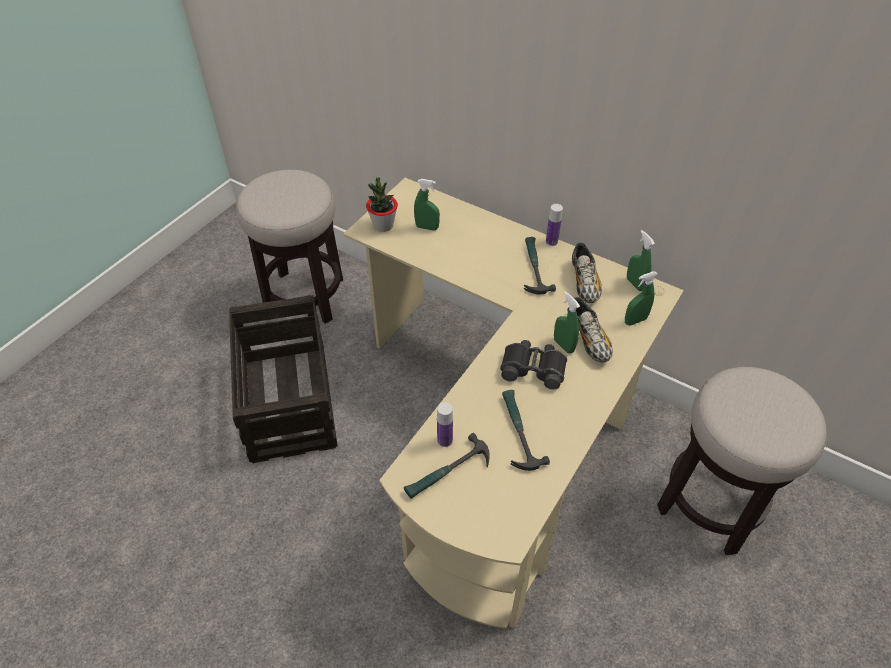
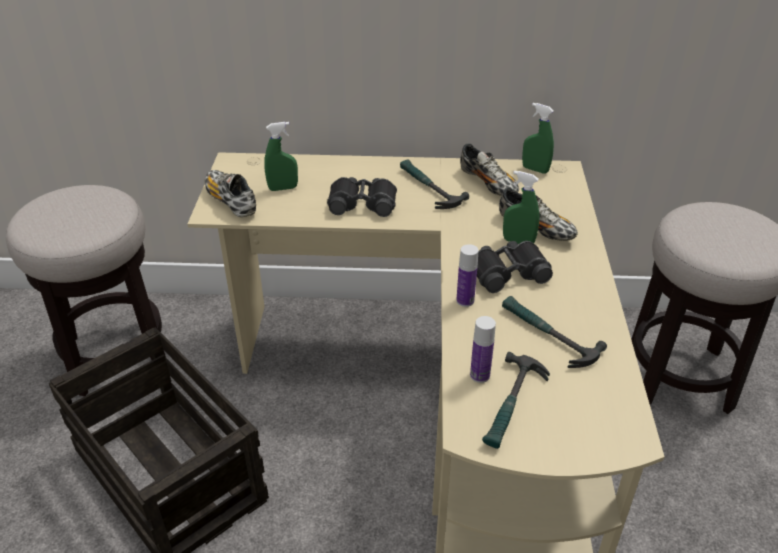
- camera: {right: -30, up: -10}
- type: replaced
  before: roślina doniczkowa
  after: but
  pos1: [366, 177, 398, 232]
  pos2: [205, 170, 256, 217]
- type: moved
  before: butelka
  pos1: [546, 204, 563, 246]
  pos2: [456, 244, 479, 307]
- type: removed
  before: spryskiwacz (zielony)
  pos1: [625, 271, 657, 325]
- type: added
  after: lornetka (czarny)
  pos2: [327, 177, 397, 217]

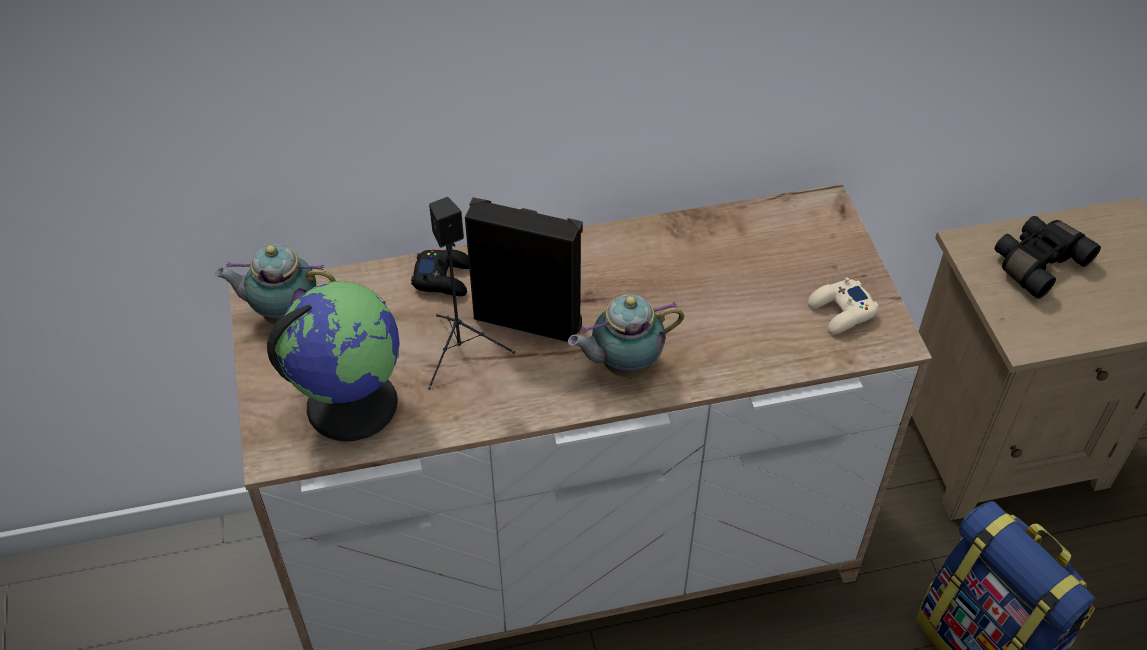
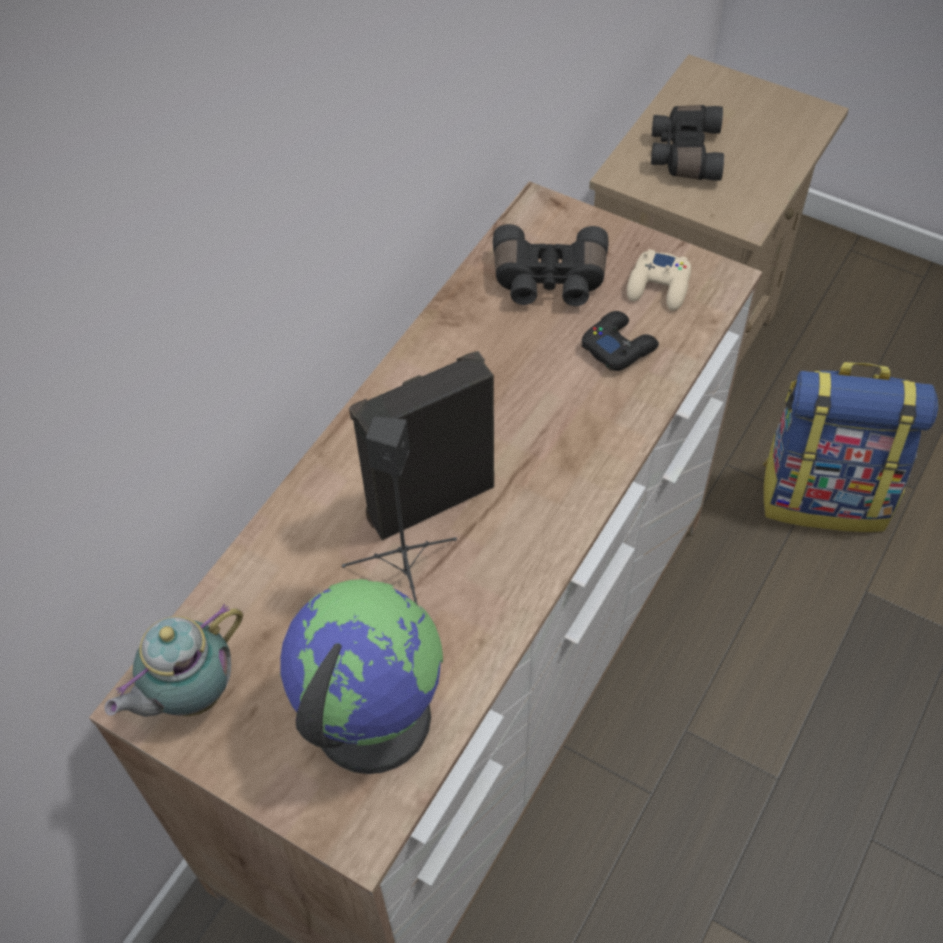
- camera: {right: -45, up: 5}
- type: moved
  before: pad do gier (czarny)
  pos1: [411, 249, 469, 296]
  pos2: [582, 311, 659, 371]
- type: removed
  before: imbryk
  pos1: [568, 294, 684, 377]
- type: added
  after: lornetka (czarny)
  pos2: [493, 224, 609, 306]

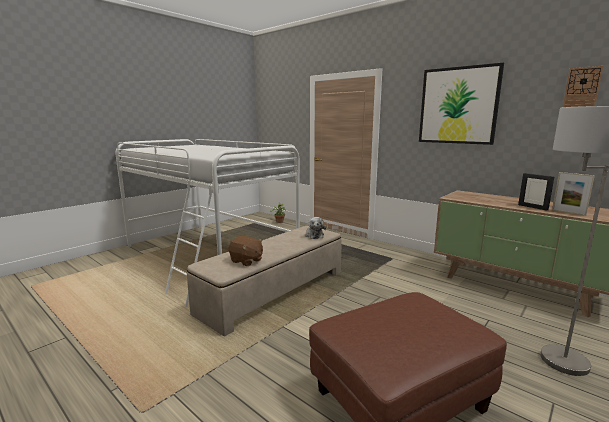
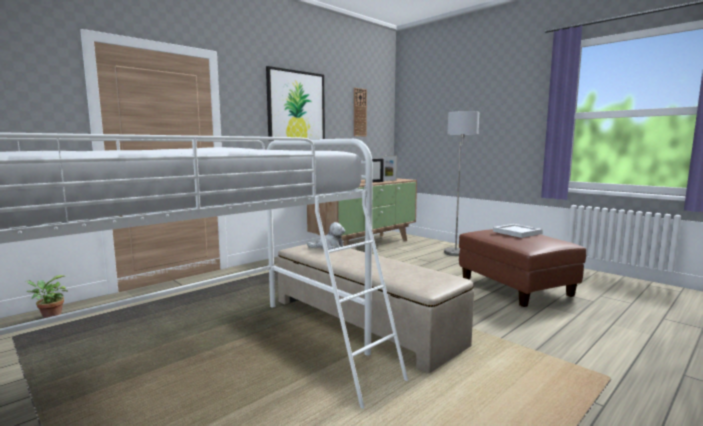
- camera: {right: -85, up: -5}
- type: removed
  before: pluszak (brązowy)
  pos1: [228, 236, 263, 266]
- type: added
  after: taca (biały)
  pos2: [493, 224, 543, 238]

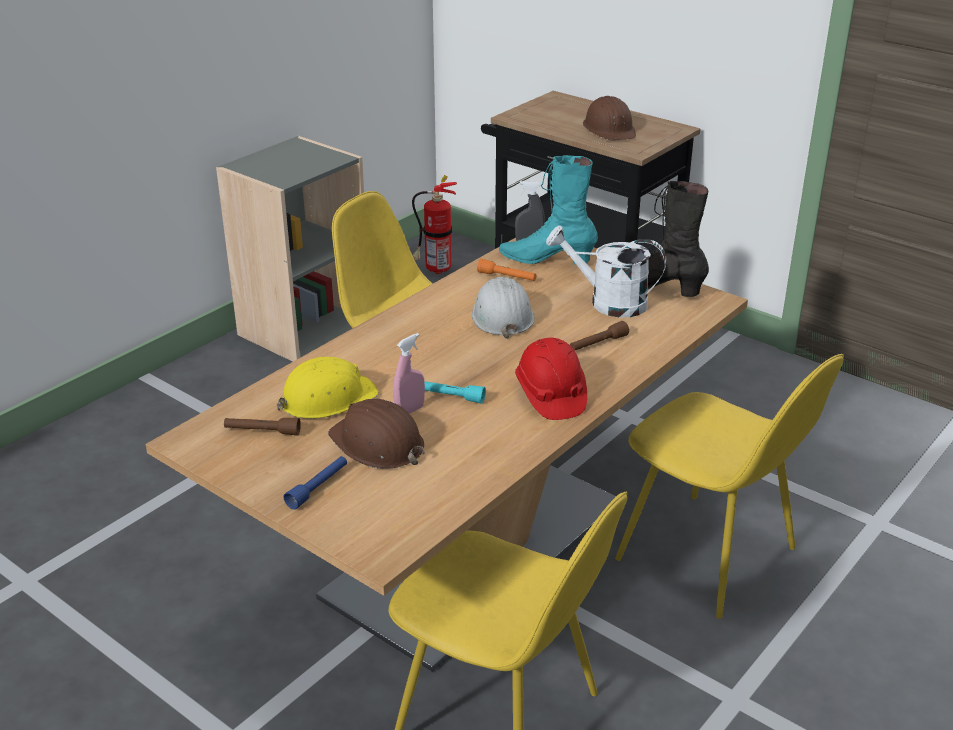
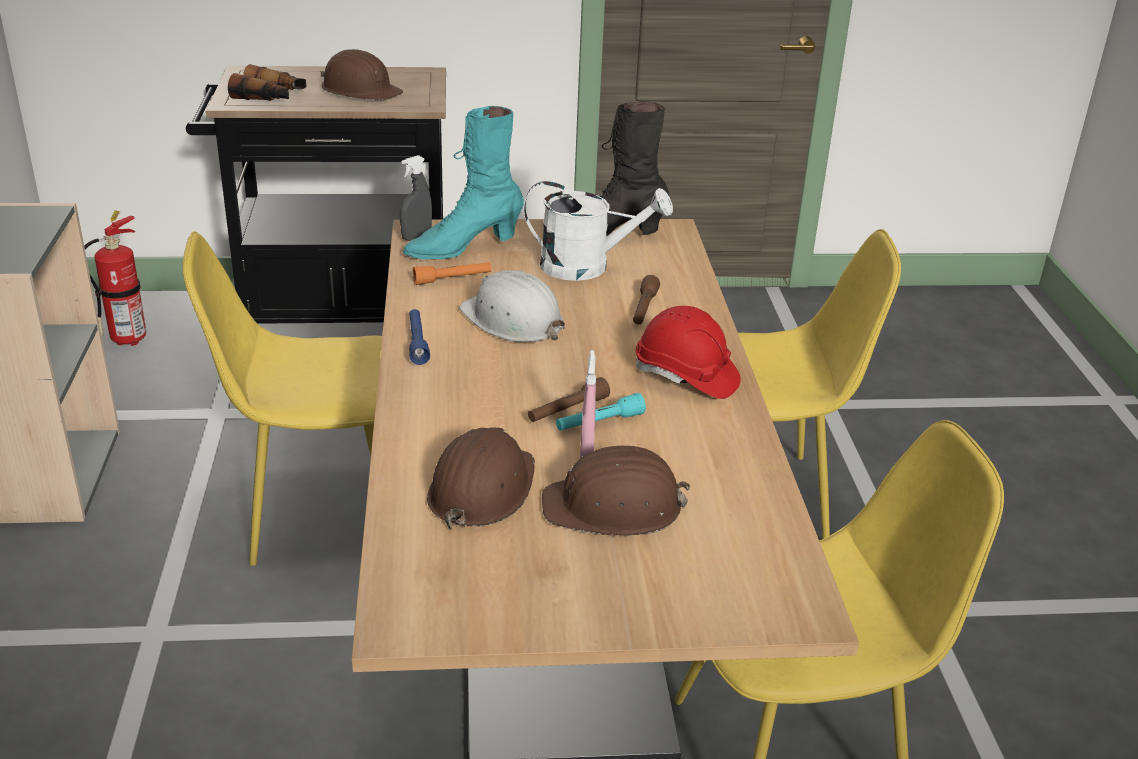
- camera: {right: -45, up: 0}
- type: moved
  before: latarka (brązowy)
  pos1: [224, 418, 301, 435]
  pos2: [528, 377, 610, 422]
- type: recoloured
  before: kask (żółty)
  after: kask (brązowy)
  pos1: [277, 357, 379, 419]
  pos2: [427, 427, 535, 530]
- type: moved
  before: latarka (niebieski)
  pos1: [283, 456, 347, 510]
  pos2: [409, 309, 430, 365]
- type: turned
  before: konewka (biały)
  pos1: [546, 226, 666, 317]
  pos2: [524, 181, 673, 281]
  turn: -150
- type: added
  after: lornetka
  pos2: [228, 64, 306, 101]

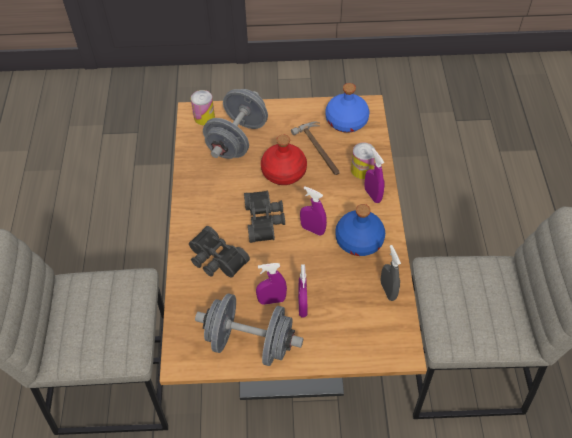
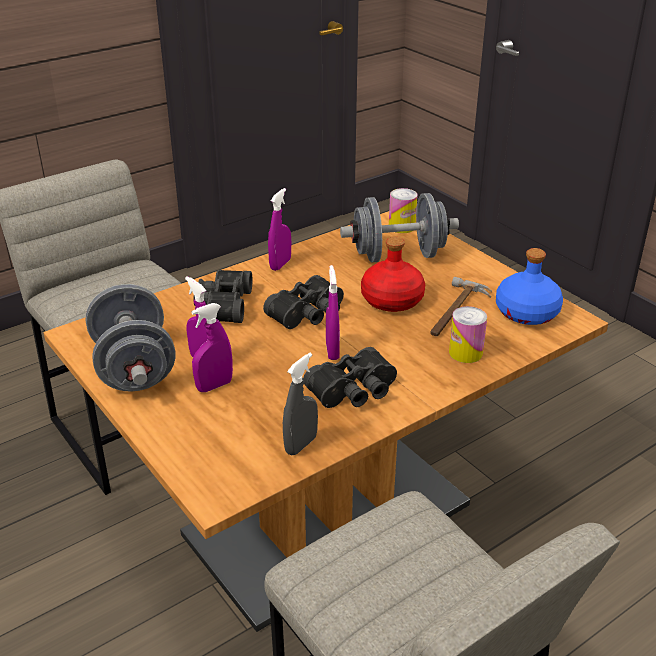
- camera: {right: 55, up: -20}
- type: replaced
  before: butelka (niebieski)
  after: lornetka (czarny)
  pos1: [335, 204, 385, 256]
  pos2: [304, 347, 397, 408]
- type: moved
  before: spryskiwacz (fioletowy)
  pos1: [364, 148, 384, 203]
  pos2: [268, 188, 291, 271]

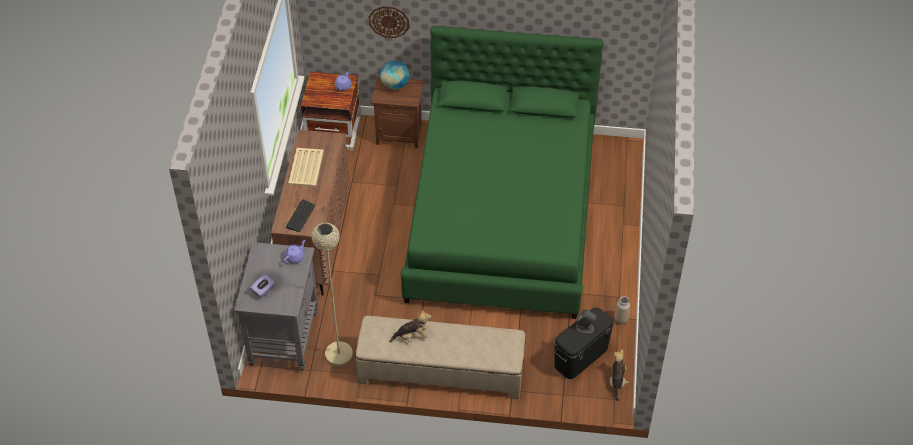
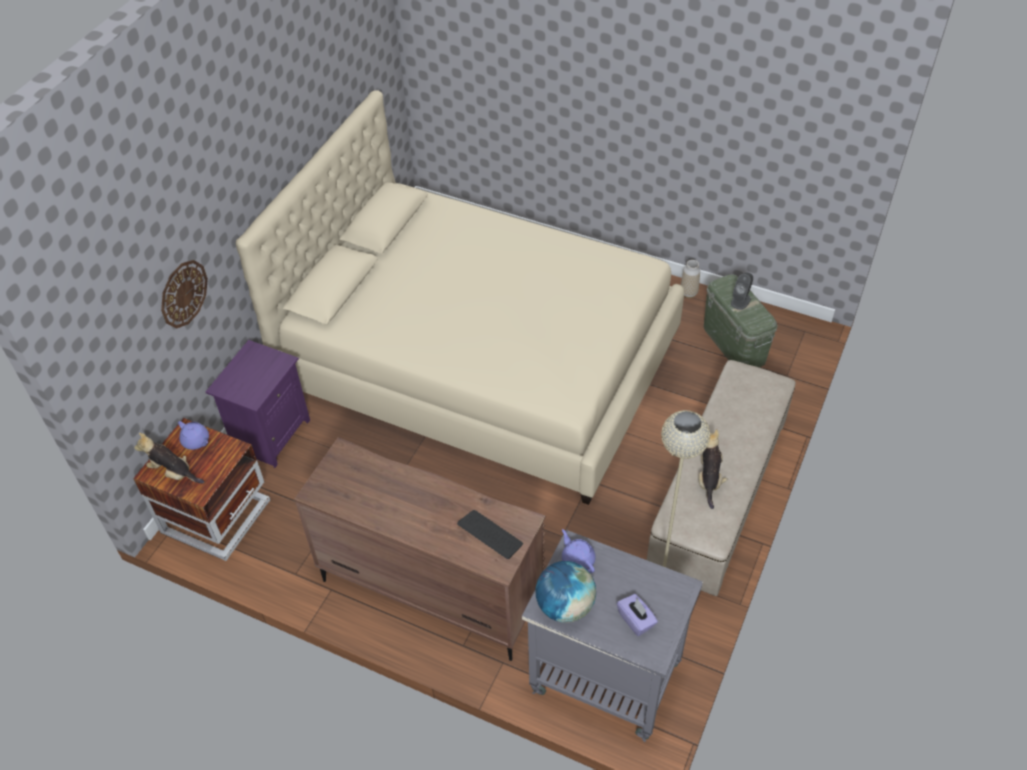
- camera: {right: -70, up: 0}
- type: removed
  before: taca (beżowy)
  pos1: [288, 148, 324, 187]
- type: recoloured
  before: szafka nocna (brązowy)
  after: szafka nocna (fioletowy)
  pos1: [371, 76, 424, 148]
  pos2: [206, 340, 310, 468]
- type: moved
  before: globus
  pos1: [380, 60, 410, 90]
  pos2: [535, 561, 596, 623]
- type: recoloured
  before: łóżko (zielony)
  after: łóżko (beżowy)
  pos1: [401, 25, 603, 319]
  pos2: [236, 90, 684, 505]
- type: recoloured
  before: pojemnik do przechowywania (czarny)
  after: pojemnik do przechowywania (zielony)
  pos1: [554, 308, 613, 379]
  pos2: [703, 274, 778, 368]
- type: moved
  before: pluszak
  pos1: [610, 349, 629, 401]
  pos2: [134, 433, 204, 483]

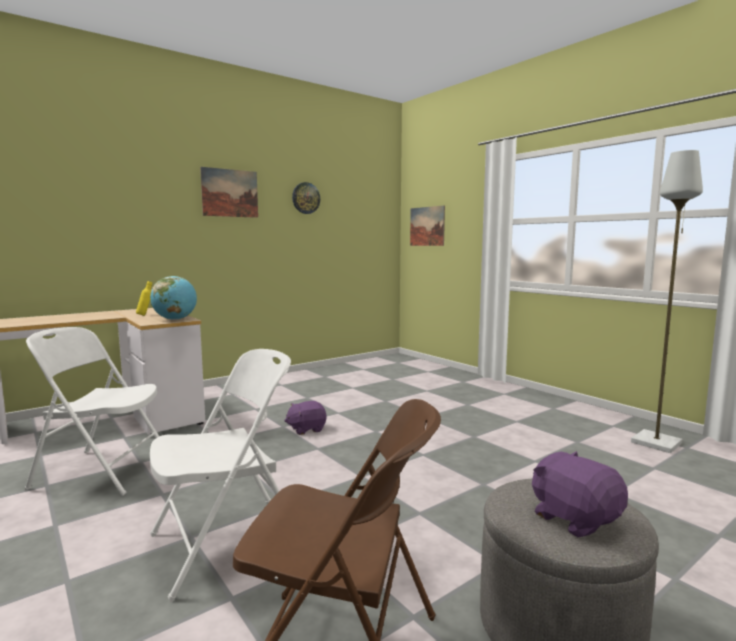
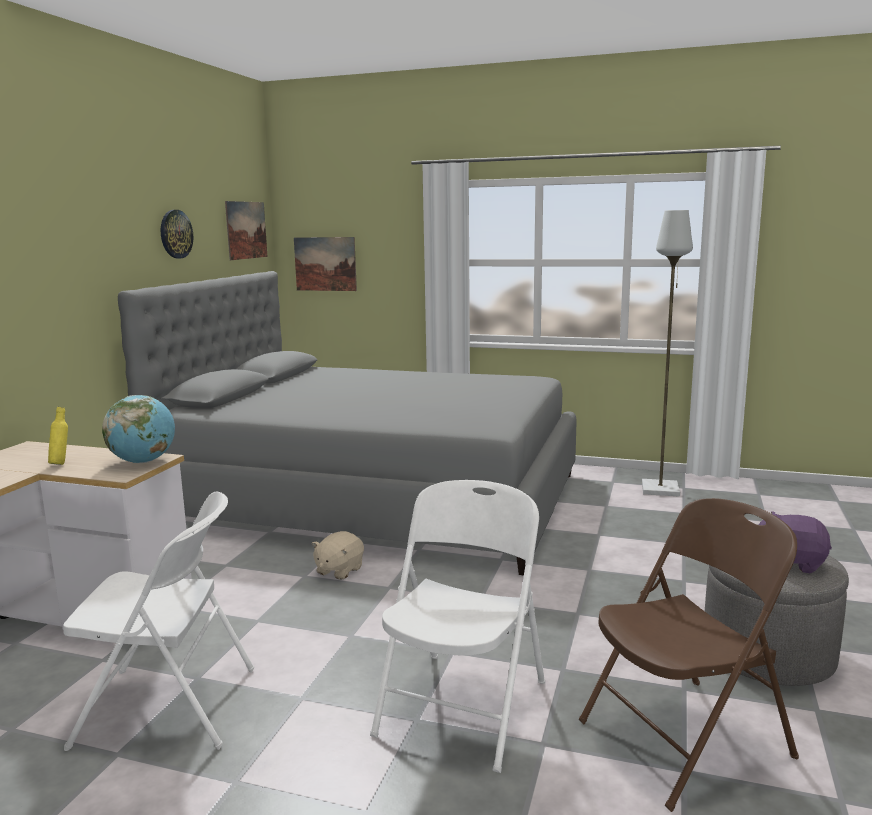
- camera: {right: -35, up: 5}
- type: turned
  before: krzesło (biały)
  pos1: [25, 327, 159, 496]
  pos2: [63, 491, 254, 751]
  turn: -150
- type: moved
  before: obraz
  pos1: [200, 167, 258, 218]
  pos2: [225, 201, 268, 260]
- type: recoloured
  before: pluszak (fioletowy)
  after: pluszak (beżowy)
  pos1: [284, 401, 327, 435]
  pos2: [312, 531, 364, 580]
- type: added
  after: łóżko (szary)
  pos2: [118, 271, 576, 575]

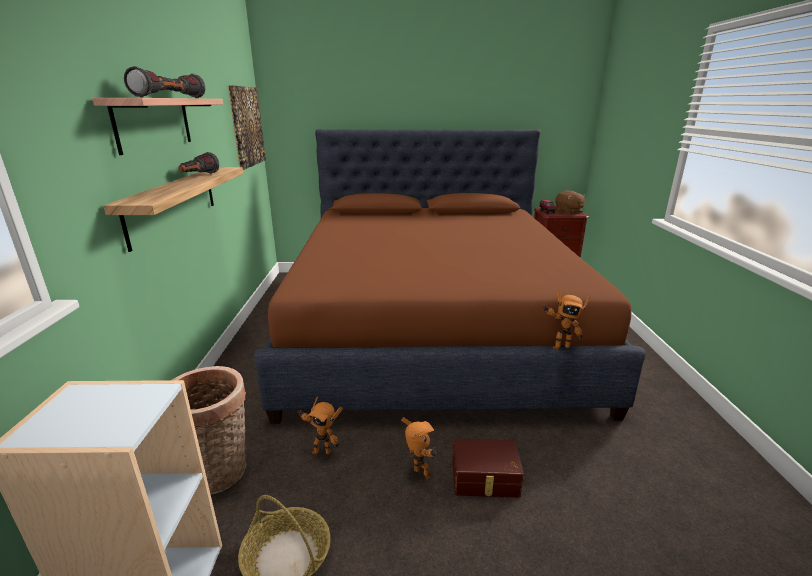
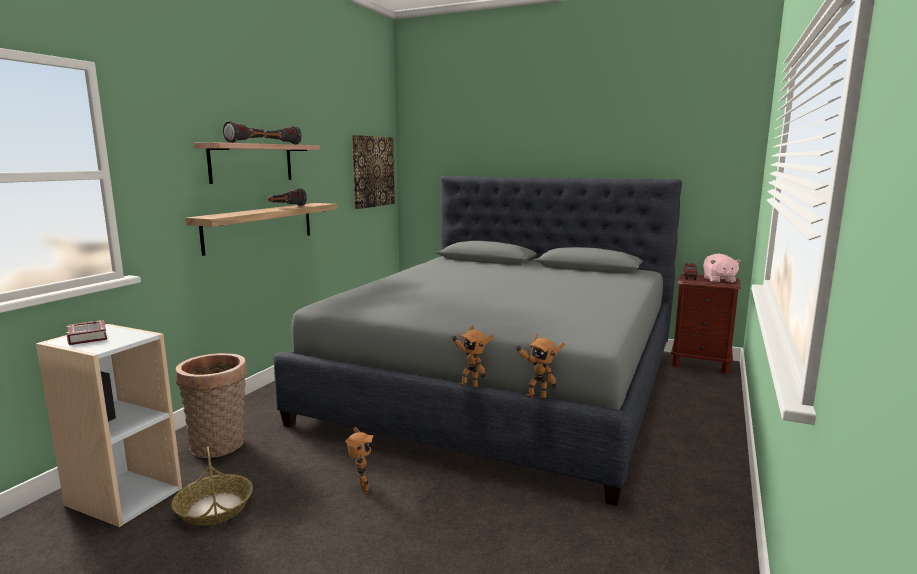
- camera: {right: 25, up: -10}
- type: recoloured
  before: łóżko (brązowy)
  after: łóżko (szary)
  pos1: [254, 129, 646, 424]
  pos2: [273, 176, 682, 506]
- type: moved
  before: robot zabawkowy
  pos1: [296, 396, 343, 455]
  pos2: [453, 325, 494, 388]
- type: removed
  before: pojemnik do przechowywania (brązowy)
  pos1: [452, 439, 524, 498]
- type: recoloured
  before: pluszak (brązowy)
  after: pluszak (różowy)
  pos1: [555, 190, 586, 214]
  pos2: [703, 254, 741, 283]
- type: added
  after: książka
  pos2: [66, 320, 107, 345]

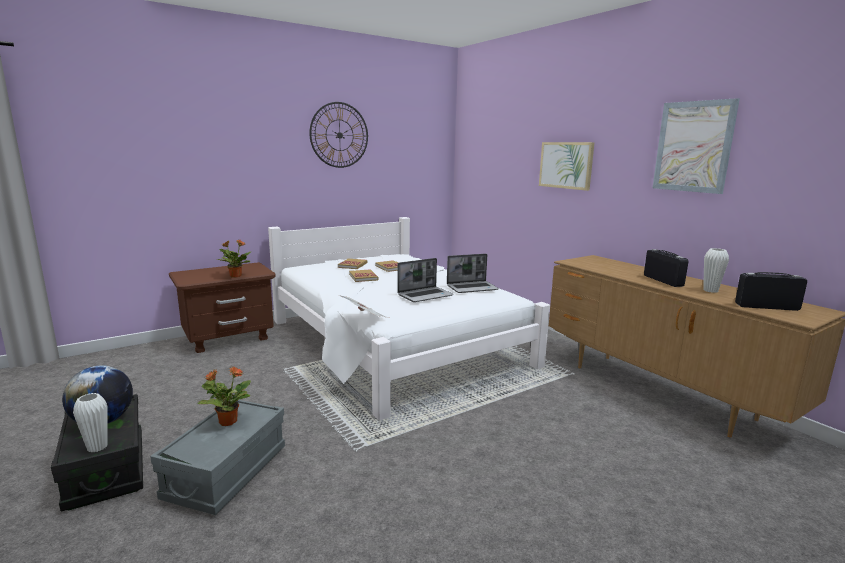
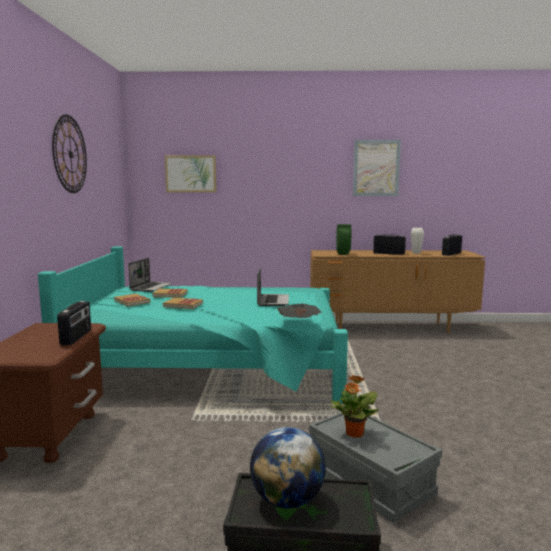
- camera: {right: -55, up: -5}
- type: removed
  before: wazon (biały)
  pos1: [73, 393, 108, 452]
- type: replaced
  before: roślina doniczkowa
  after: radio
  pos1: [216, 240, 251, 278]
  pos2: [57, 301, 91, 345]
- type: recoloured
  before: łóżko (biały)
  after: łóżko (turkusowy)
  pos1: [268, 217, 550, 420]
  pos2: [38, 246, 348, 403]
- type: moved
  before: laptop
  pos1: [447, 254, 499, 293]
  pos2: [128, 258, 172, 292]
- type: moved
  before: obraz
  pos1: [539, 142, 595, 191]
  pos2: [165, 156, 216, 192]
- type: added
  after: wazon (zielony)
  pos2: [336, 224, 352, 255]

